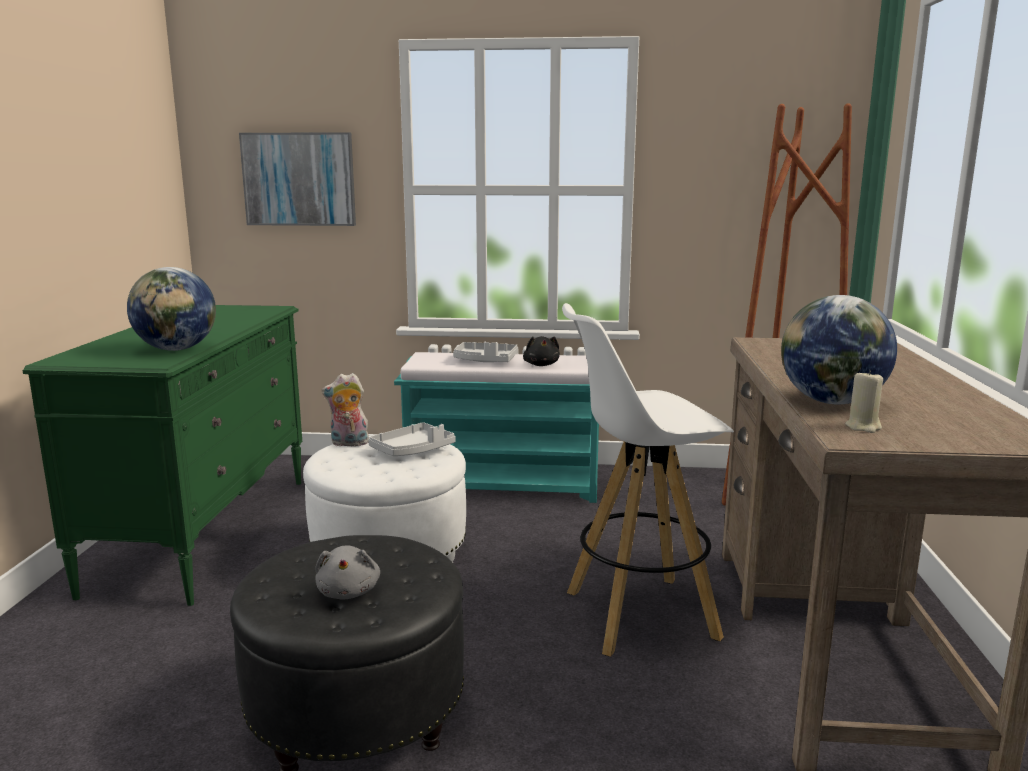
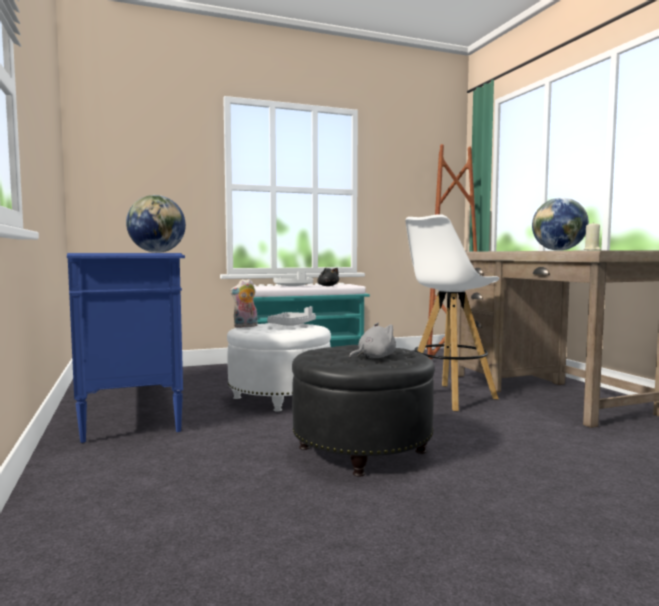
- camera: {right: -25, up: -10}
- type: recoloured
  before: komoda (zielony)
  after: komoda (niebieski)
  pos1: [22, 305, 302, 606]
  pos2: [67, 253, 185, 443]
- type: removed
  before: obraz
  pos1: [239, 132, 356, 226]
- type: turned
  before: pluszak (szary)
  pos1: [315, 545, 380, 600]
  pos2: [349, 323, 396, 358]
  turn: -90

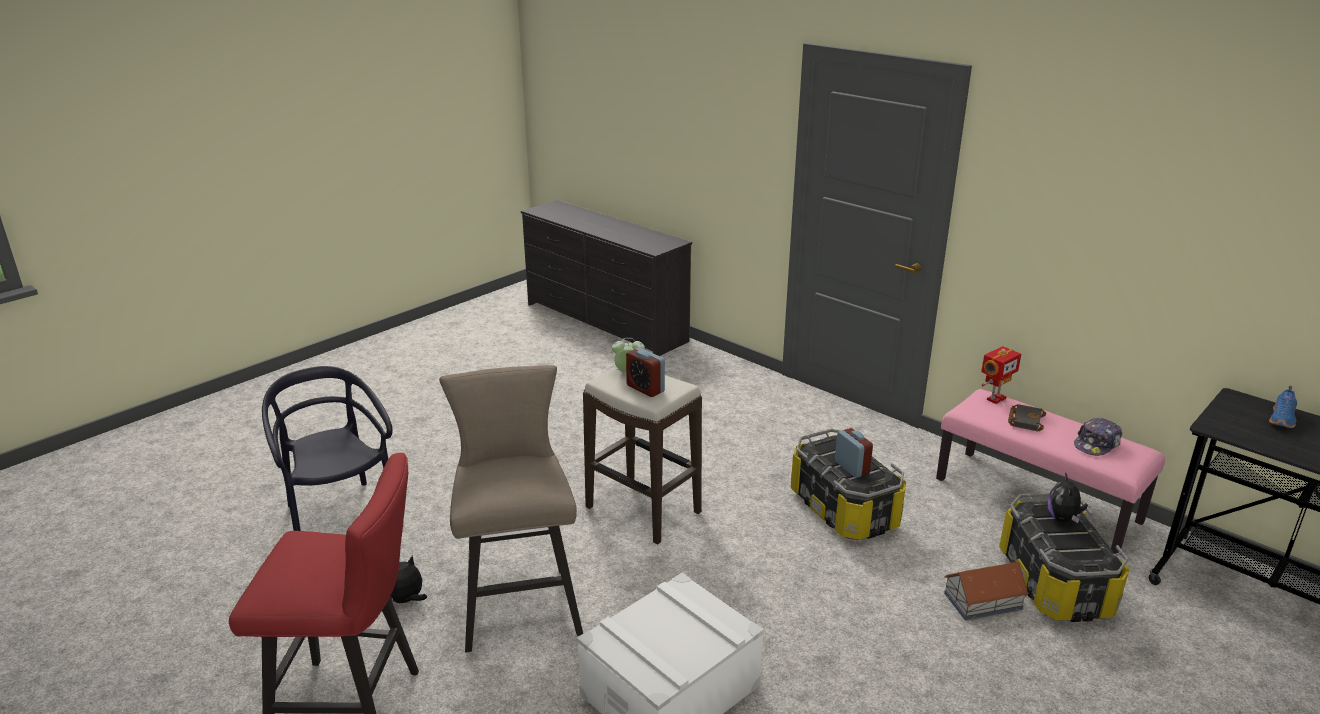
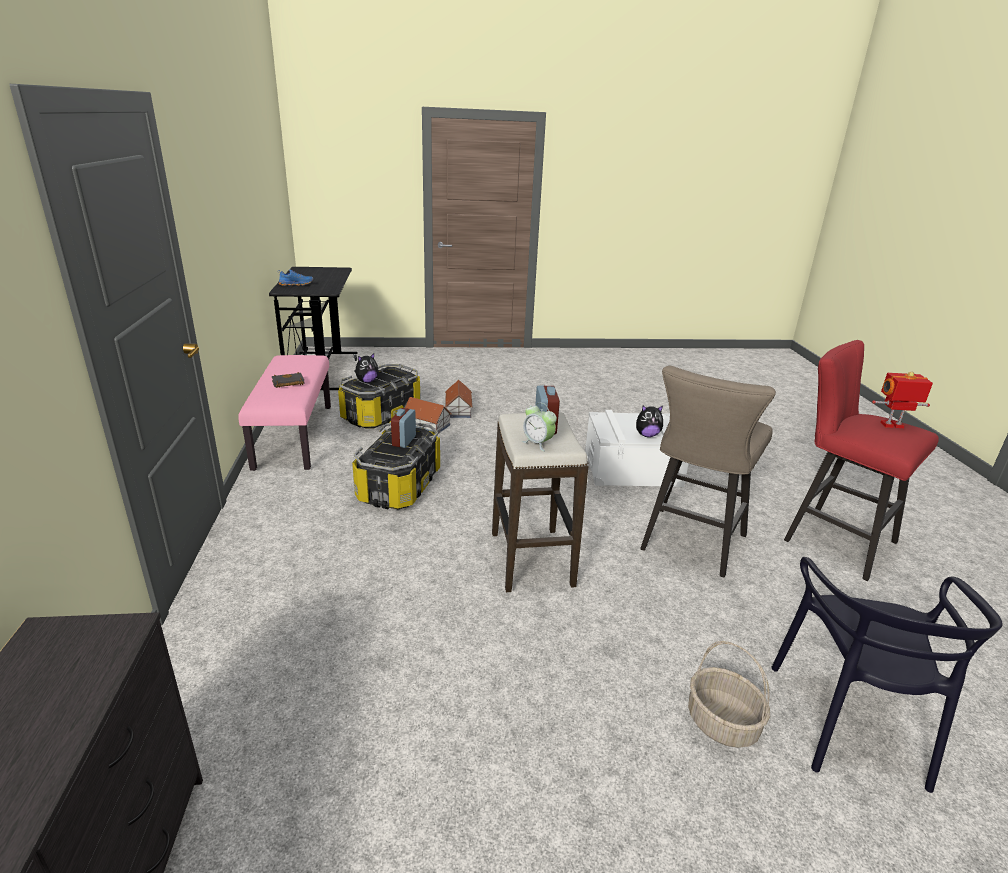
- camera: {right: -140, up: 0}
- type: moved
  before: pluszak
  pos1: [390, 556, 427, 603]
  pos2: [636, 405, 663, 437]
- type: moved
  before: robot zabawkowy
  pos1: [981, 346, 1021, 404]
  pos2: [872, 372, 933, 428]
- type: removed
  before: czapka z daszkiem
  pos1: [1074, 418, 1122, 456]
- type: added
  after: domek
  pos2: [445, 380, 473, 418]
- type: added
  after: koszyk
  pos2: [688, 641, 770, 748]

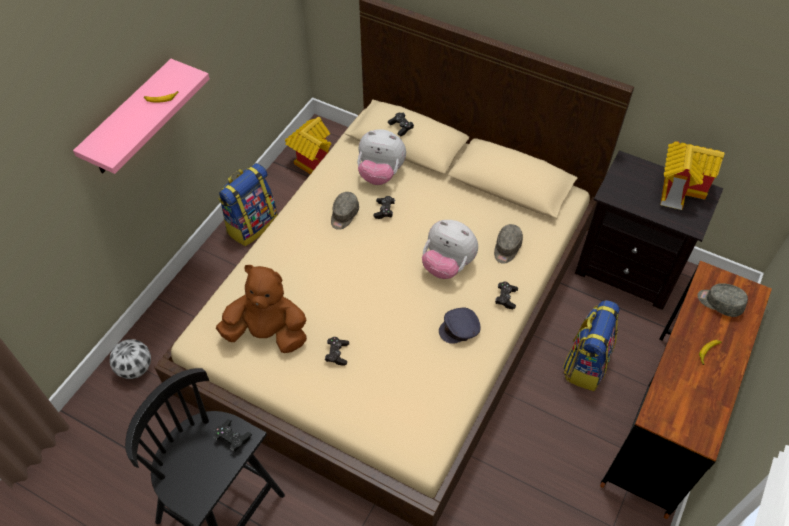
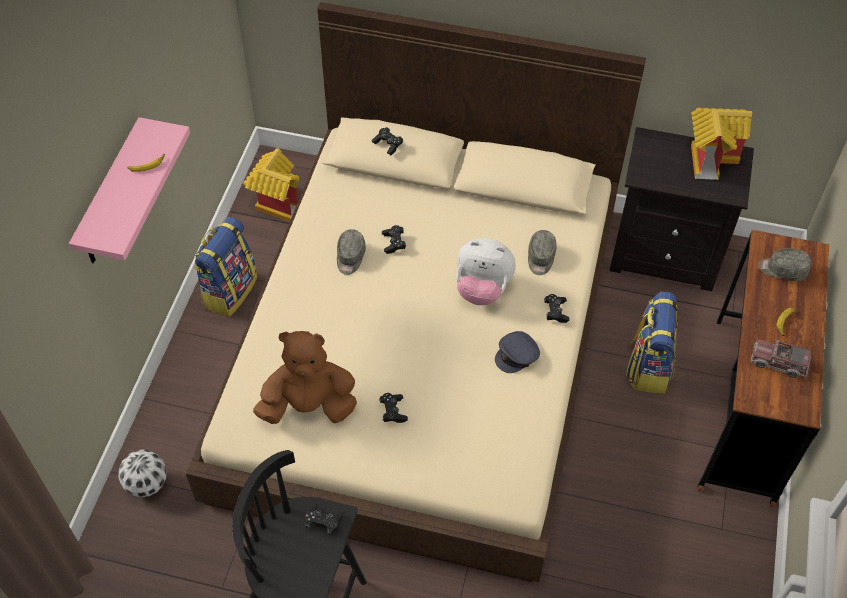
- camera: {right: -15, up: 0}
- type: removed
  before: pluszak
  pos1: [357, 129, 406, 185]
- type: added
  after: ciężarówka zabawkowa
  pos2: [750, 339, 812, 378]

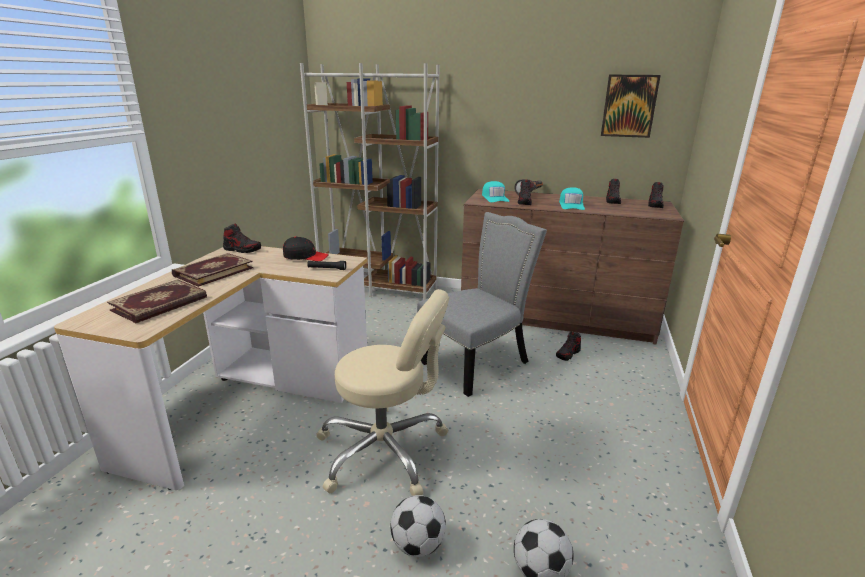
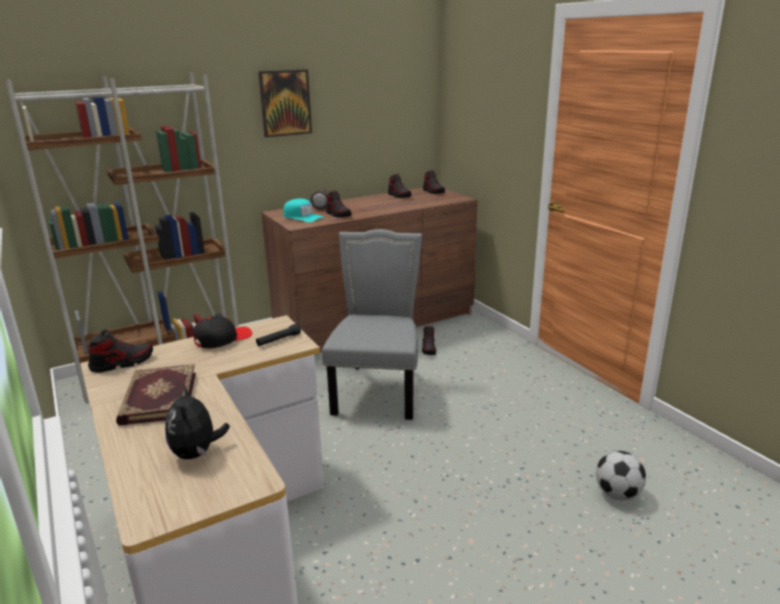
- camera: {right: -45, up: 0}
- type: replaced
  before: książka
  after: pluszak
  pos1: [107, 279, 207, 323]
  pos2: [165, 384, 230, 459]
- type: removed
  before: krzesło biurowe (beżowy)
  pos1: [316, 289, 449, 496]
- type: removed
  before: piłka futbolowa
  pos1: [390, 495, 446, 557]
- type: removed
  before: czapka z daszkiem (turkusowy)
  pos1: [559, 187, 585, 210]
- type: moved
  before: obraz
  pos1: [601, 75, 661, 138]
  pos2: [258, 69, 312, 137]

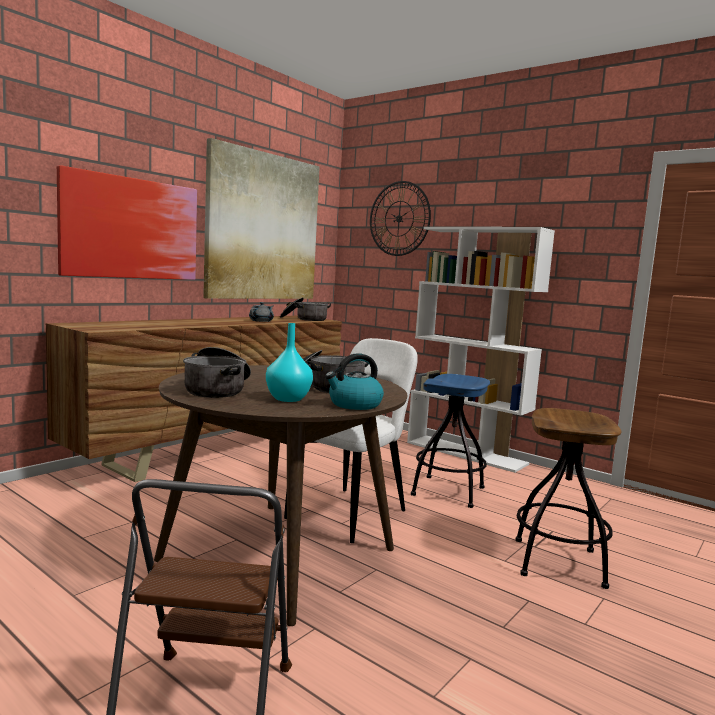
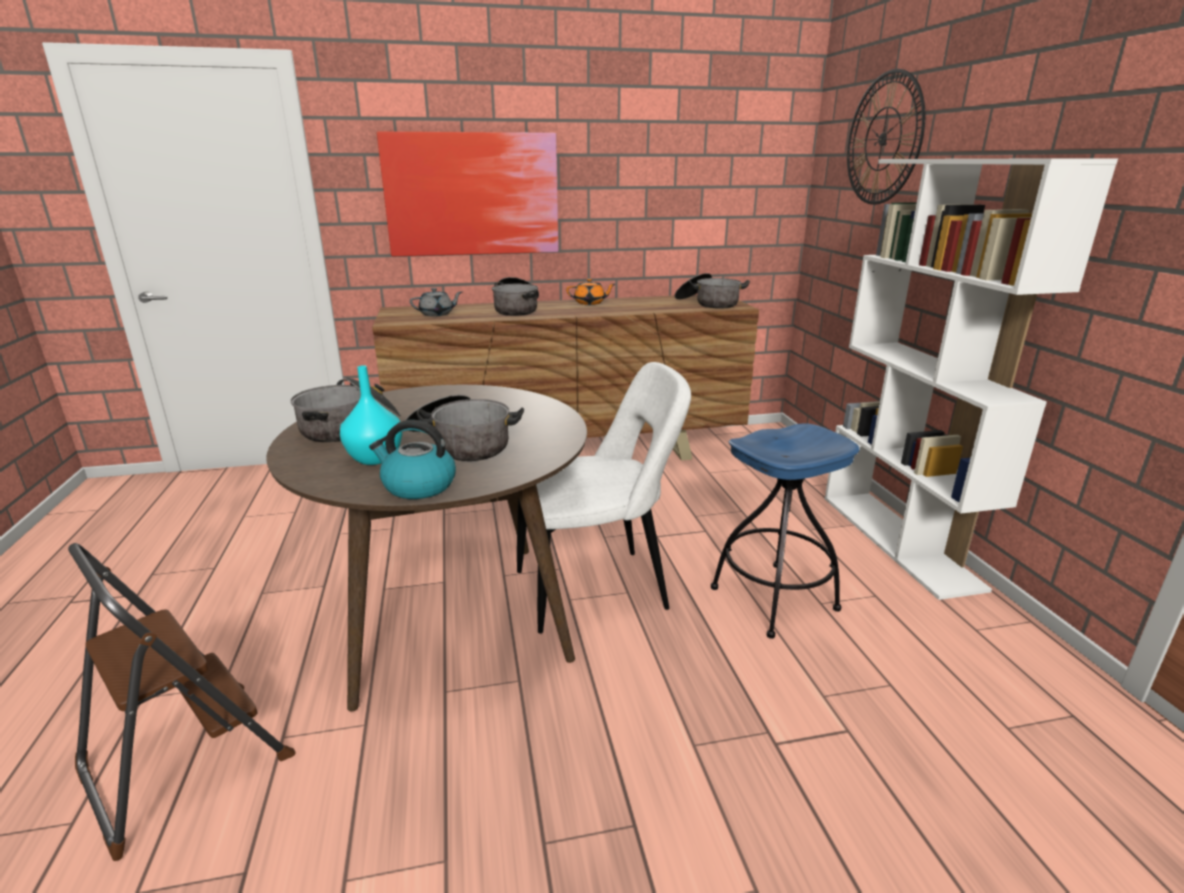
- camera: {right: 40, up: 15}
- type: removed
  before: obraz
  pos1: [203, 138, 320, 299]
- type: moved
  before: imbryk (szary)
  pos1: [249, 302, 274, 322]
  pos2: [410, 288, 462, 317]
- type: removed
  before: stołek (brązowy)
  pos1: [516, 408, 621, 589]
- type: added
  after: garnek
  pos2: [492, 277, 539, 316]
- type: added
  after: imbryk (pomarańczowy)
  pos2: [566, 278, 615, 305]

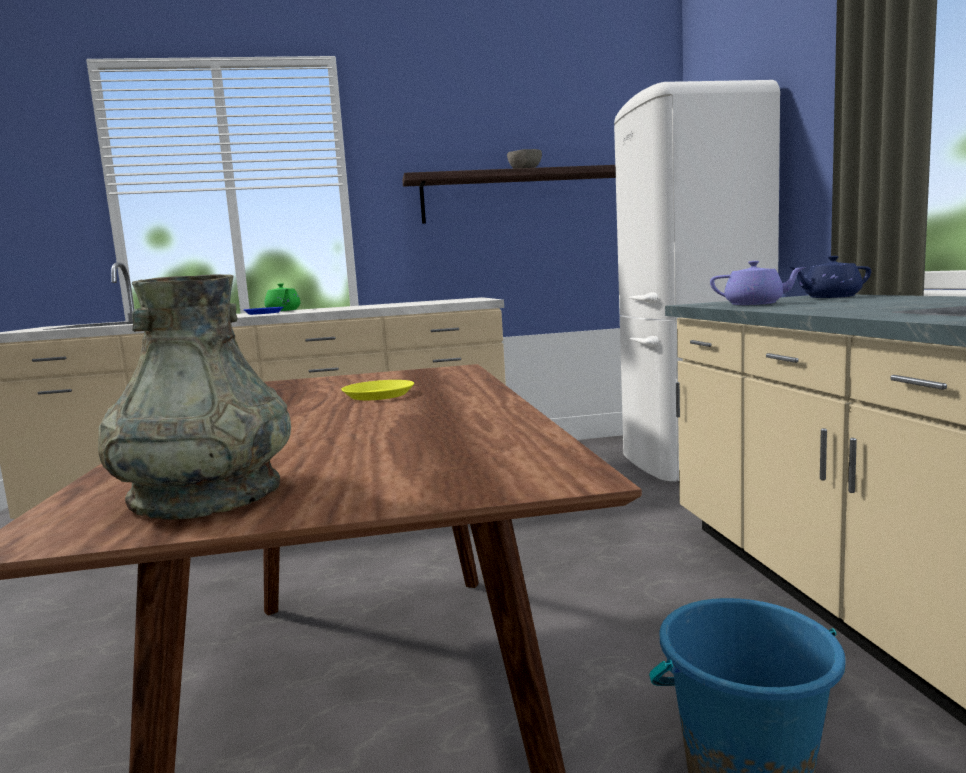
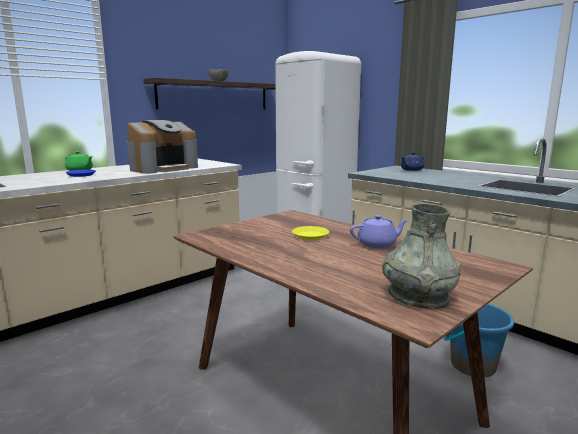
- camera: {right: -35, up: 5}
- type: moved
  before: imbryk (fioletowy)
  pos1: [710, 261, 806, 305]
  pos2: [350, 215, 408, 248]
- type: added
  after: ekspres do kawy
  pos2: [127, 120, 198, 174]

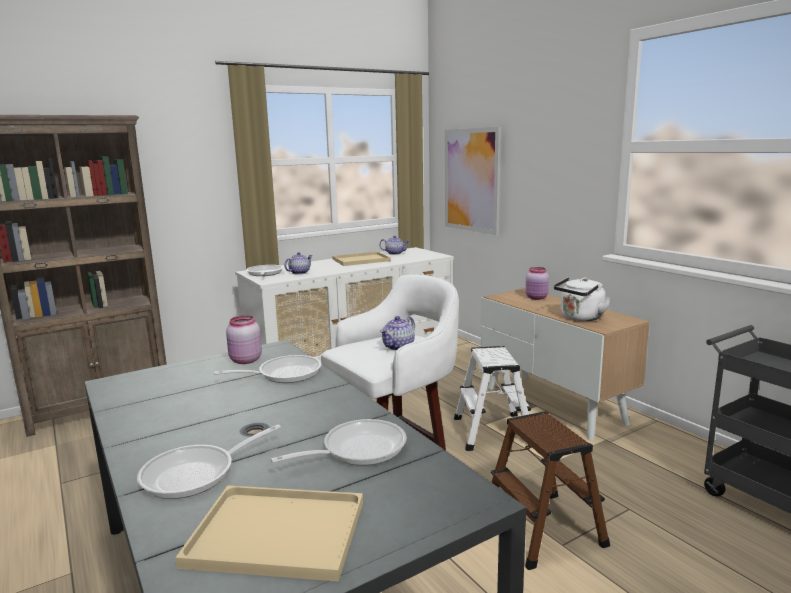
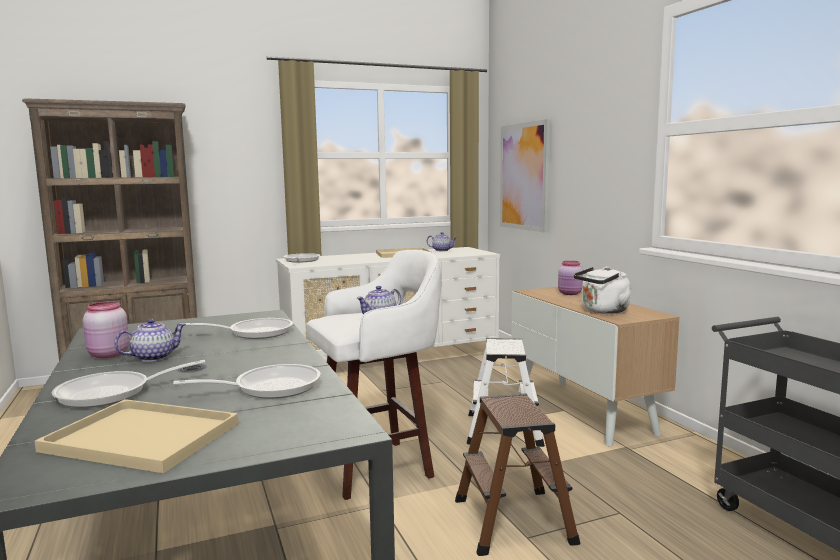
- camera: {right: 10, up: -5}
- type: moved
  before: słoik (różowy)
  pos1: [226, 315, 262, 364]
  pos2: [83, 301, 129, 358]
- type: moved
  before: imbryk
  pos1: [284, 252, 313, 274]
  pos2: [115, 319, 186, 362]

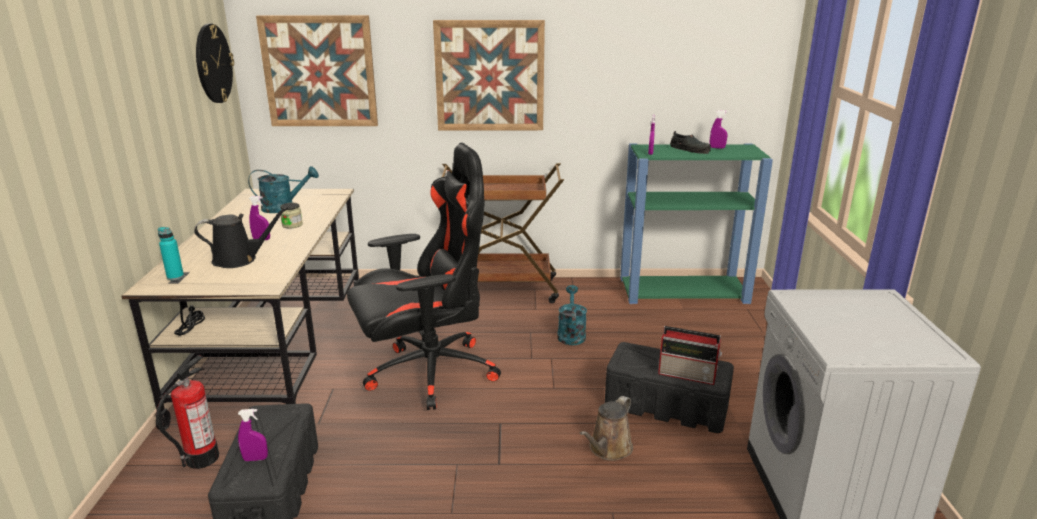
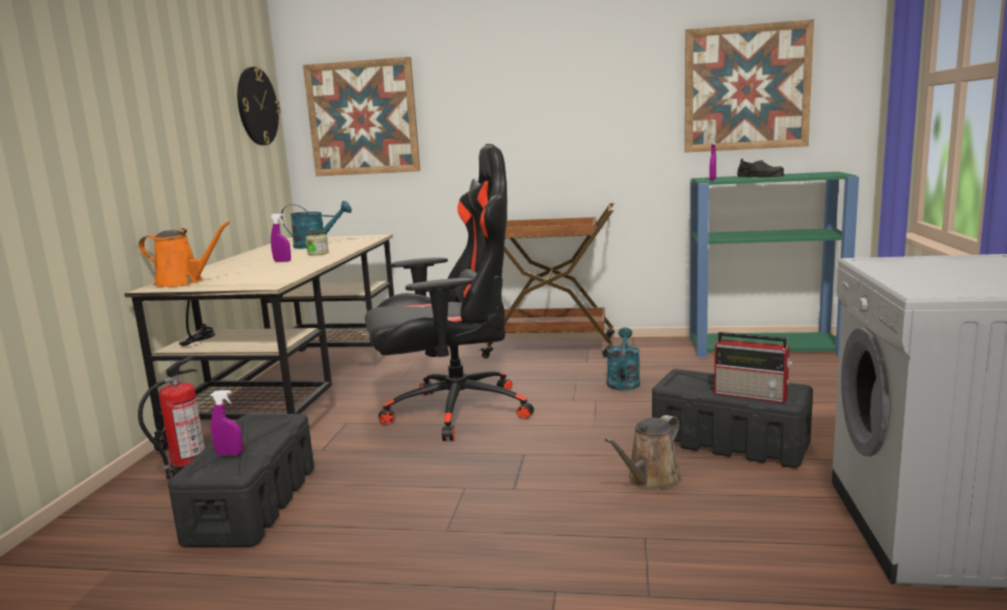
- camera: {right: 10, up: -10}
- type: replaced
  before: butelka (turkusowy)
  after: konewka (pomarańczowy)
  pos1: [158, 227, 184, 280]
  pos2: [139, 222, 230, 287]
- type: removed
  before: konewka (czarny)
  pos1: [194, 207, 288, 268]
- type: moved
  before: obraz
  pos1: [433, 20, 545, 130]
  pos2: [685, 19, 814, 153]
- type: removed
  before: spryskiwacz (fioletowy)
  pos1: [710, 110, 728, 149]

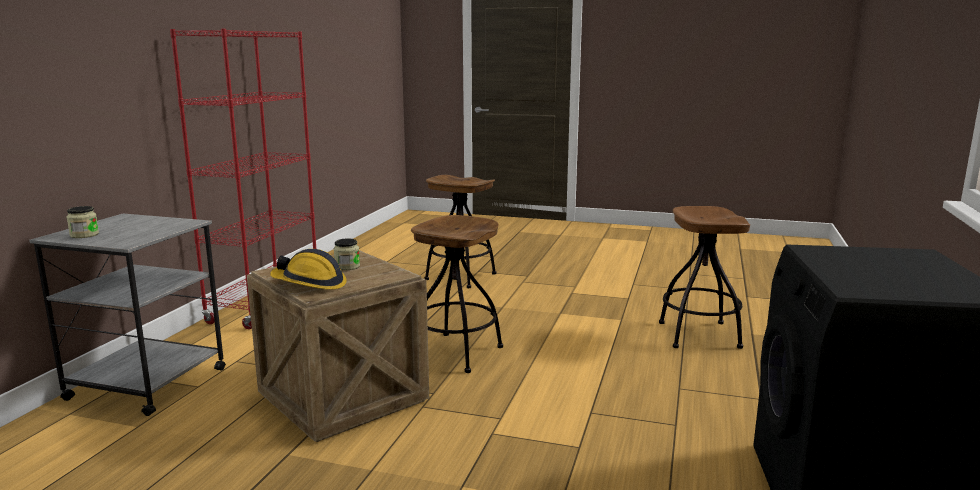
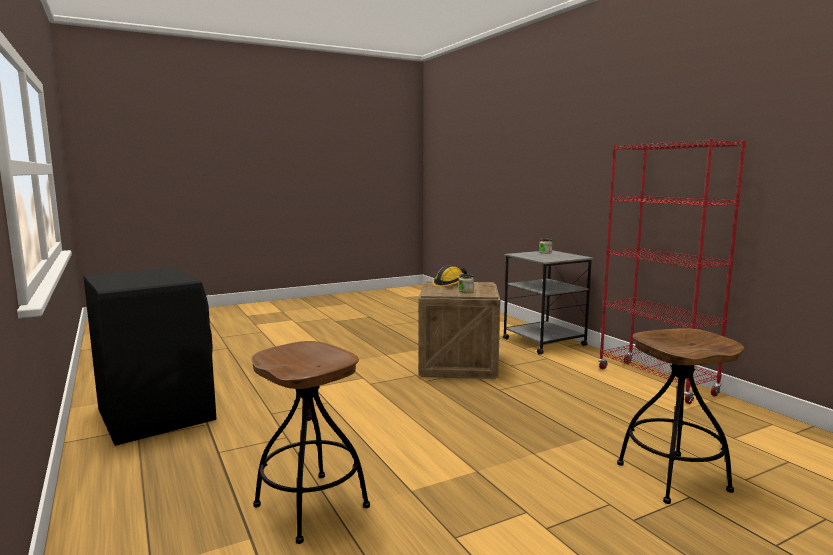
- camera: {right: 135, up: -5}
- type: removed
  before: stołek (brązowy)
  pos1: [411, 215, 503, 373]

